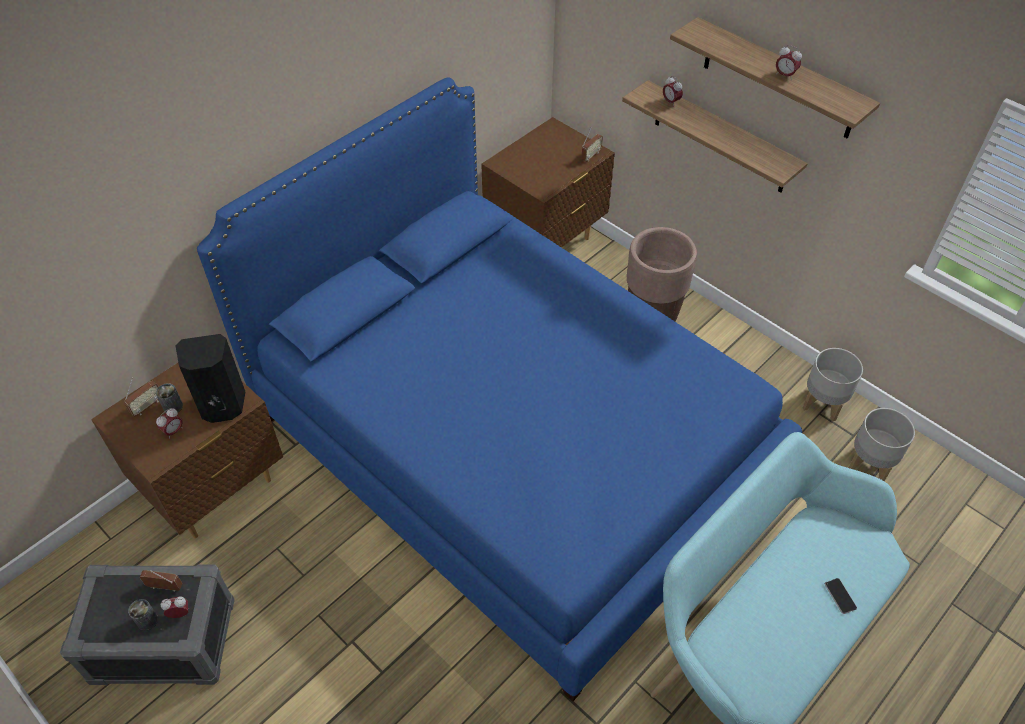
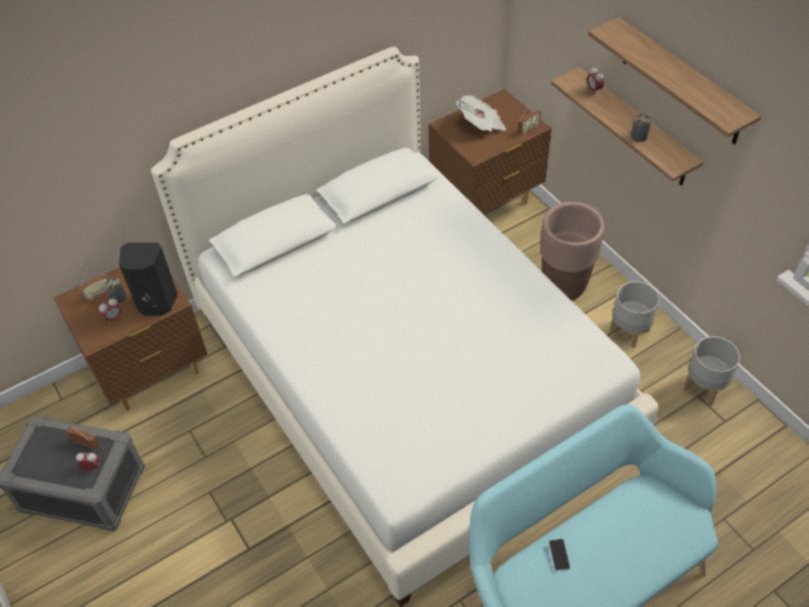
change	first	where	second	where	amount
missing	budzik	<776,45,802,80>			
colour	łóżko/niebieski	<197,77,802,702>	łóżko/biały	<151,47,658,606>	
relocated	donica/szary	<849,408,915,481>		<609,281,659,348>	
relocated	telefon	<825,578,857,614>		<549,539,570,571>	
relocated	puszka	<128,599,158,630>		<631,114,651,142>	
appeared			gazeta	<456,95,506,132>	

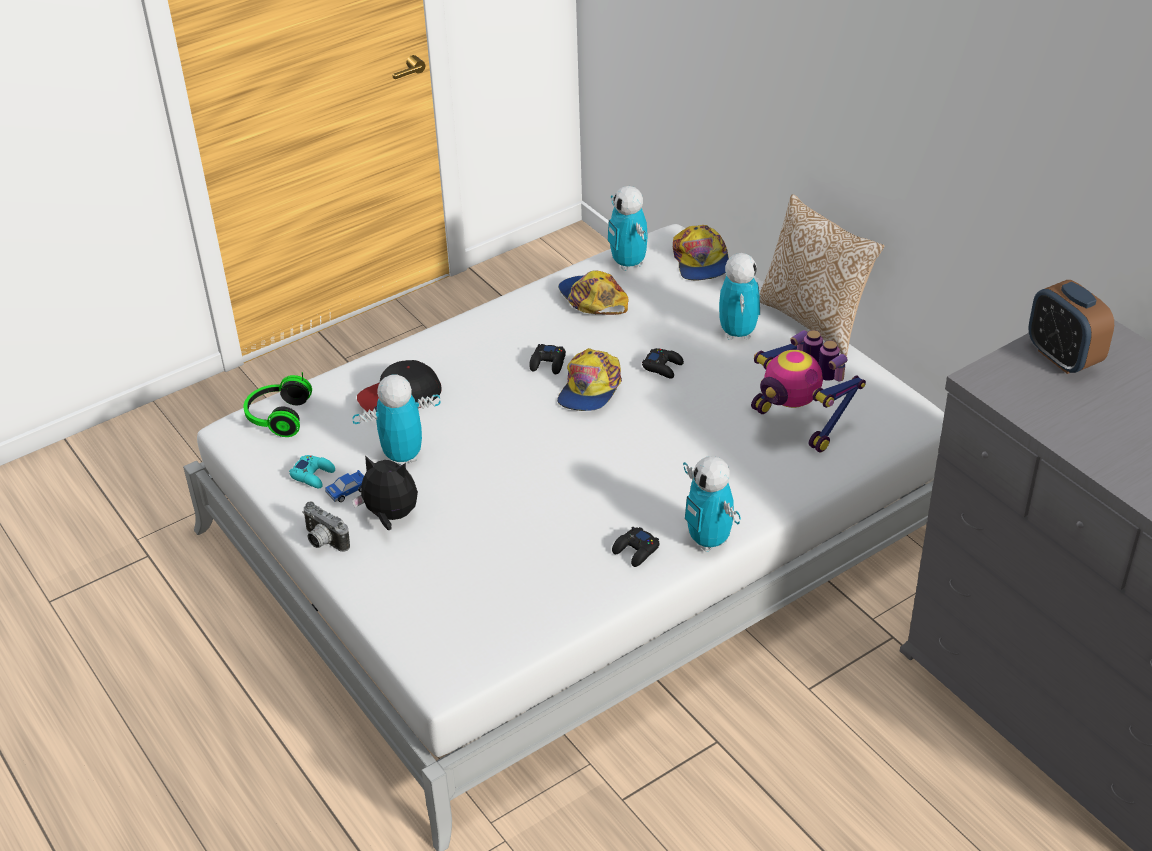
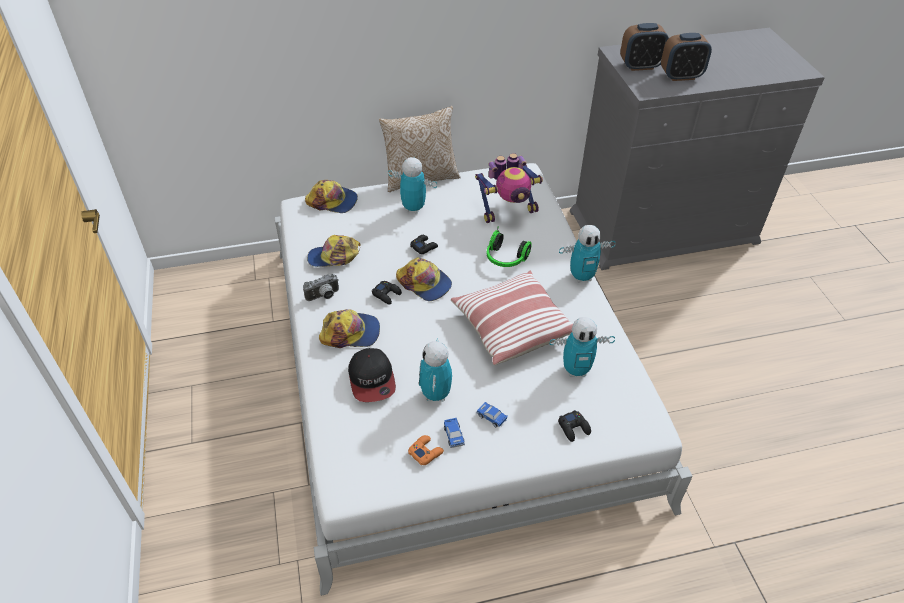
change	first	where	second	where	amount
relocated	robot zabawkowy	<608,186,647,271>		<549,317,615,377>	
relocated	słuchawki	<243,372,312,437>		<487,226,531,267>	
colour	pad do gier/turkusowy	<289,455,335,488>	pad do gier/pomarańczowy	<408,435,444,465>	
exchanged	pluszak	<352,455,418,530>	samochodzik	<477,402,507,428>	
relocated	aparat fotograficzny	<302,501,350,552>		<303,274,339,301>	
relocated	pad do gier/czarny	<612,527,659,567>		<558,410,591,442>	
appeared			budzik	<661,33,712,81>	
appeared			poduszka	<451,271,573,365>	
appeared			czapka z daszkiem	<319,309,380,348>	

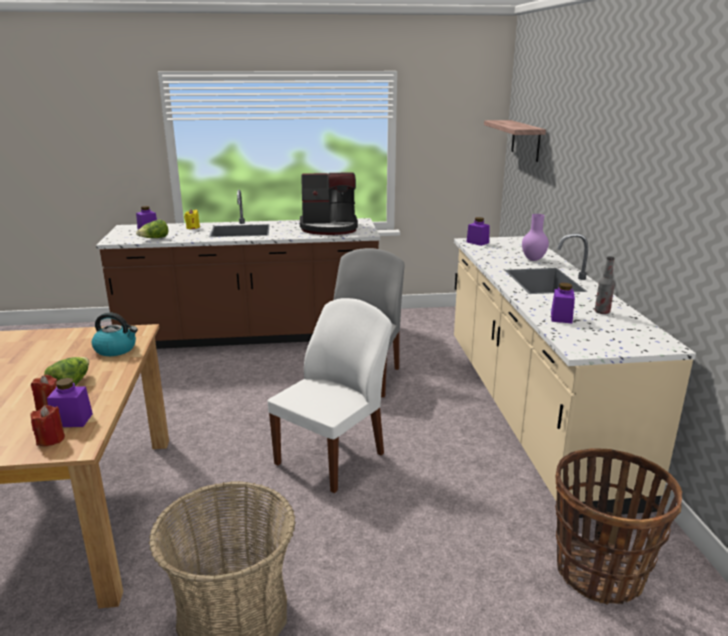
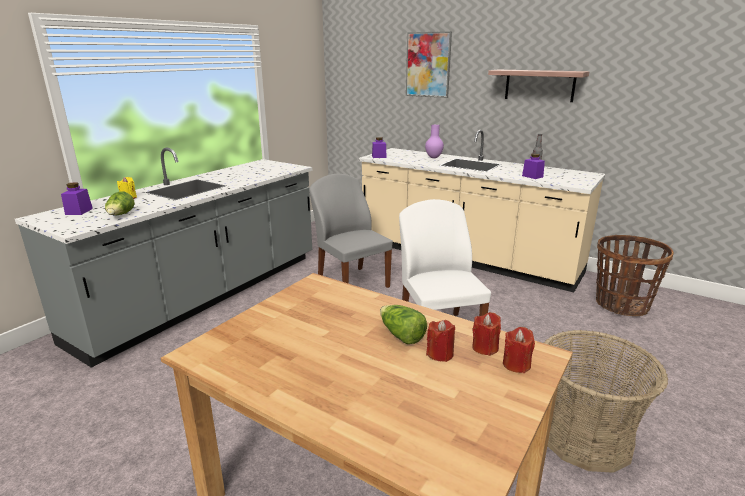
change	first	where	second	where	amount
relocated	półka	<484,120,546,162>		<488,70,589,102>	
missing	ekspres do kawy	<300,172,358,235>			
colour	zabudowa kuchenna/brązowy	<96,190,380,349>	zabudowa kuchenna/szary	<15,148,312,368>	
missing	czajnik	<92,313,138,356>			
exchanged	słoik/fioletowy	<47,378,93,427>	świeca/czerwony	<472,312,501,356>	
appeared			obraz	<406,31,452,98>	

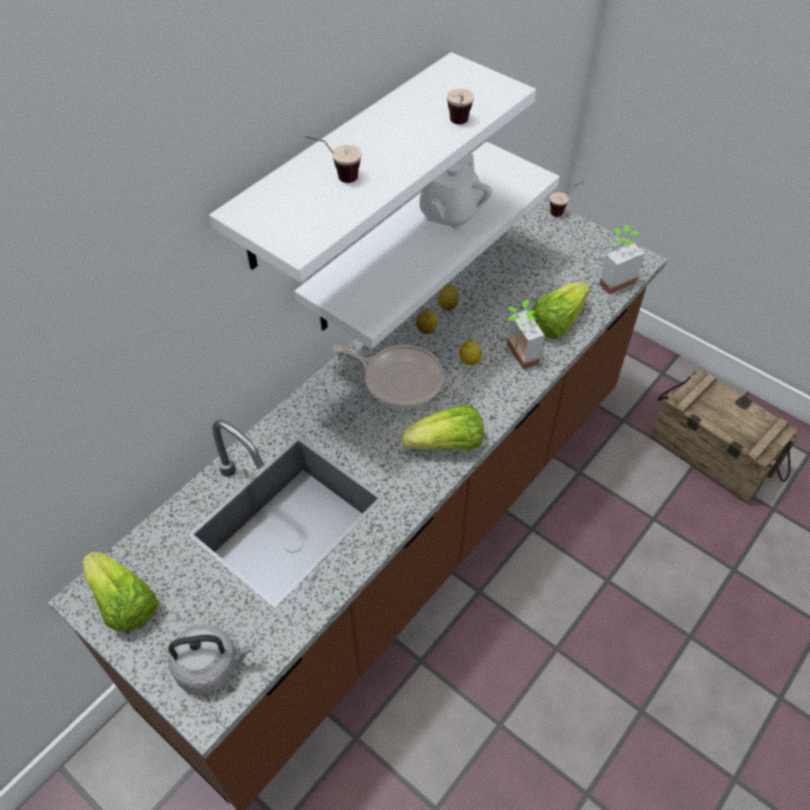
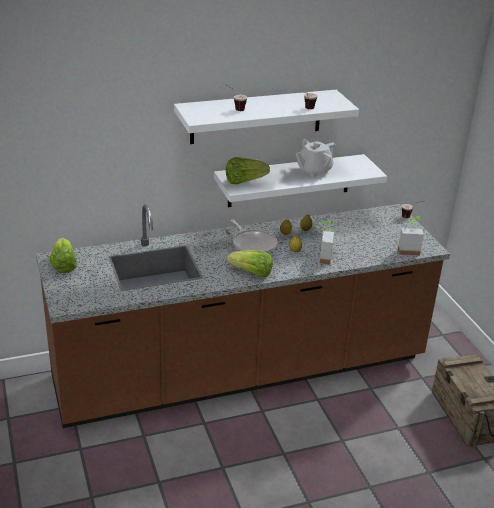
change	first	where	second	where	amount
relocated	sałata	<531,282,590,340>		<226,157,270,184>	
missing	czajnik/szary	<168,624,252,694>			

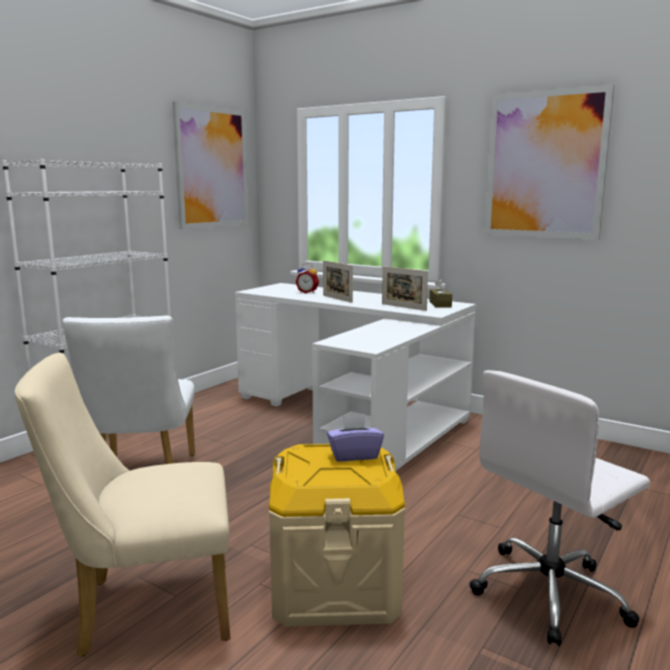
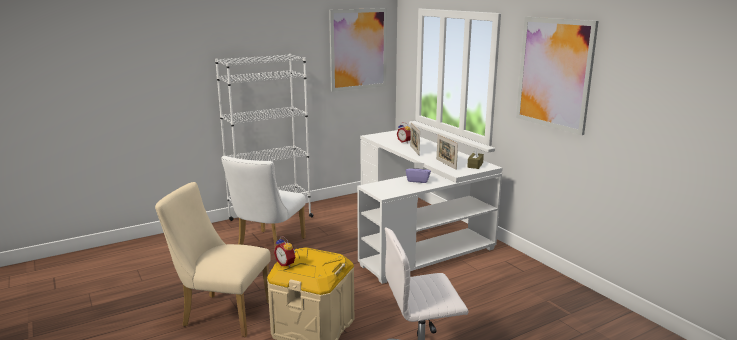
change	first	where	second	where	amount
relocated	pudełko chusteczek/fioletowy	<327,415,384,461>		<406,162,431,183>	
appeared			budzik	<274,236,296,267>	

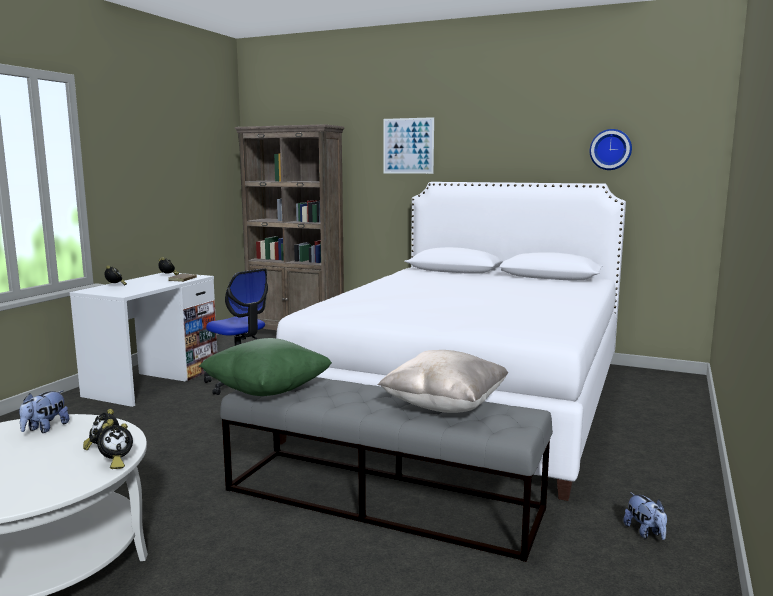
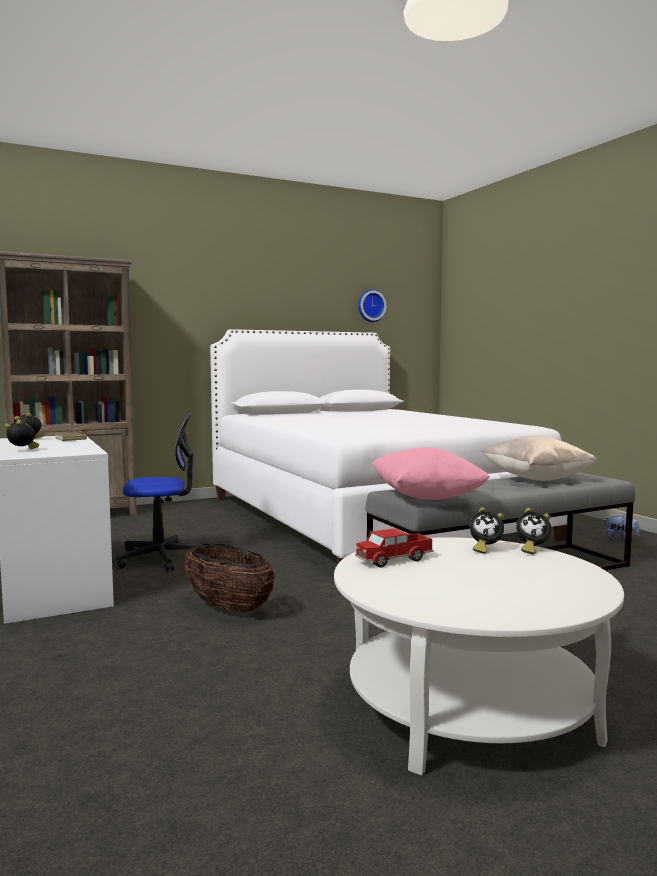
change	first	where	second	where	amount
missing	obraz	<383,117,434,174>			
colour	poduszka/zielony	<199,338,332,396>	poduszka/różowy	<372,447,490,500>	
exchanged	pluszak	<19,390,69,433>	ciężarówka zabawkowa	<355,528,433,568>	
spun	budzik	<98,423,133,469>		<516,508,551,555>	105 degrees clockwise
appeared			koszyk	<184,544,275,613>	

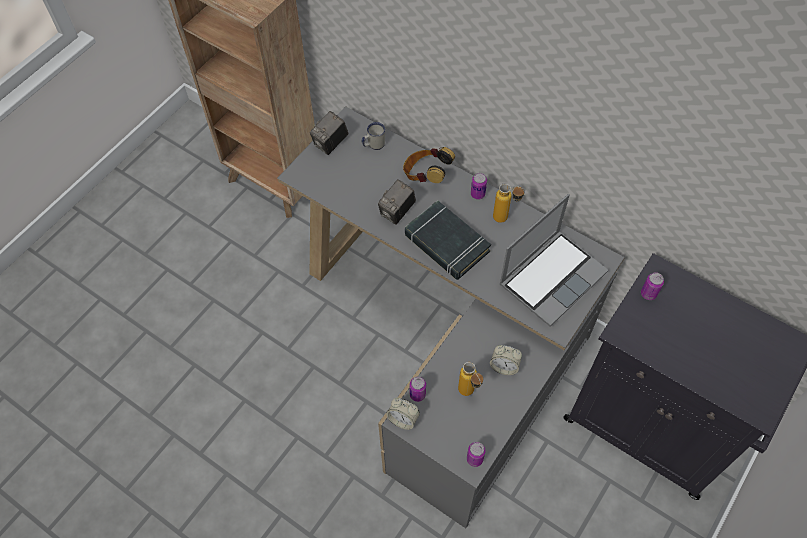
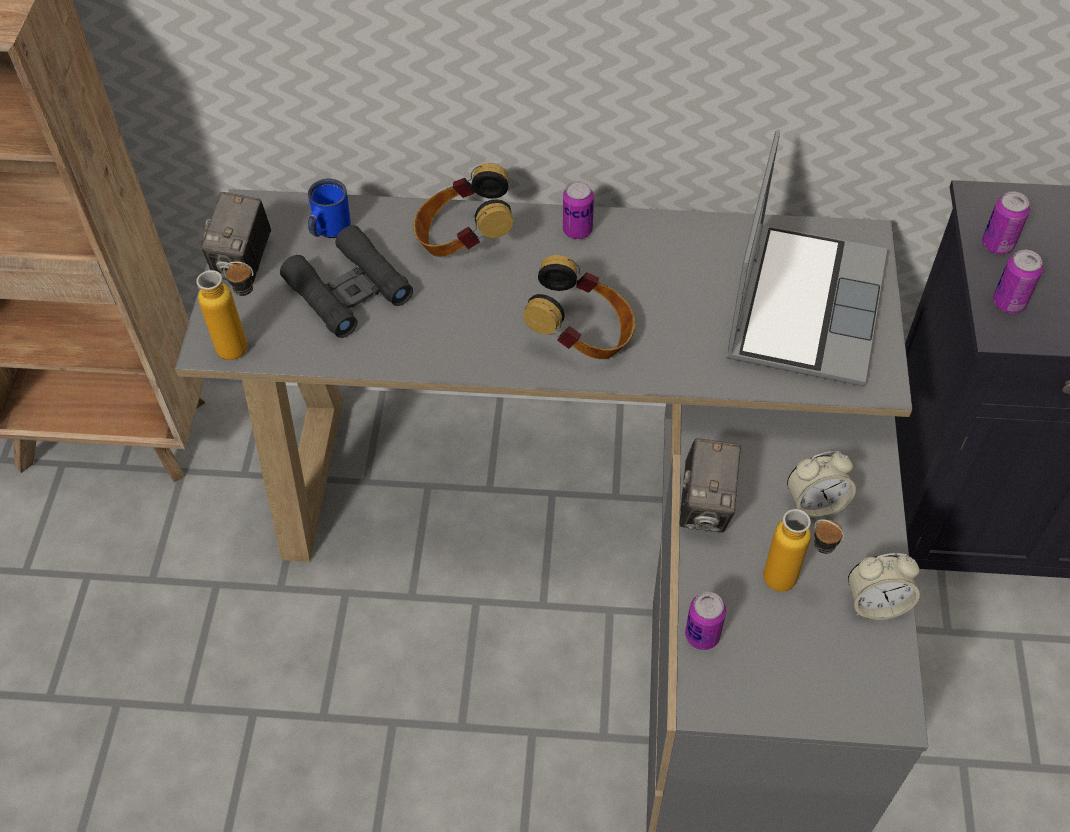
change	first	where	second	where	amount
colour	kubek/biały	<362,122,385,150>	kubek/niebieski	<308,179,351,238>	
relocated	aparat fotograficzny	<378,179,416,225>		<679,438,741,532>	
relocated	butelka	<493,184,525,223>		<196,261,254,360>	
exchanged	książka/czarny	<405,200,491,280>	słuchawki	<523,255,635,359>	
relocated	budzik	<386,398,420,430>		<848,553,920,620>	
relocated	puszka	<467,442,486,467>		<993,250,1043,313>	
appeared			lornetka/czarny	<280,225,413,338>	

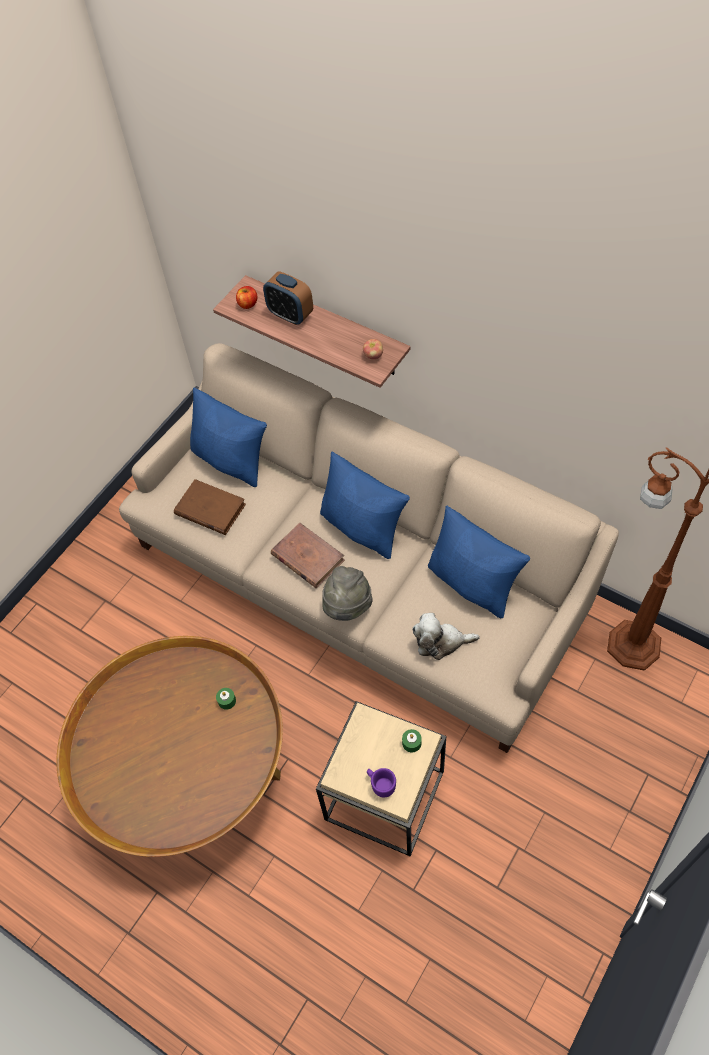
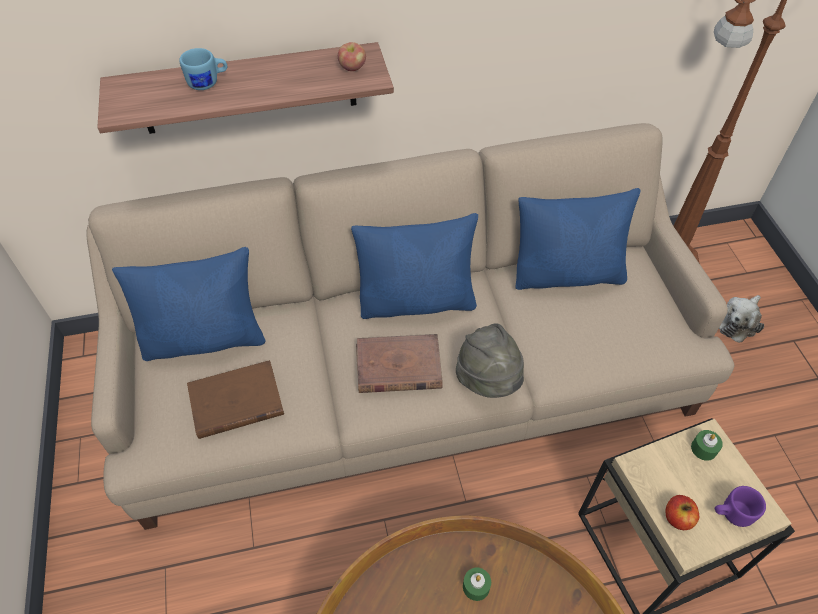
change	first	where	second	where	amount
exchanged	budzik	<263,271,313,325>	kubek/niebieski	<179,48,227,90>	
relocated	jabłko	<236,286,257,309>		<665,495,699,530>	
relocated	pluszak	<412,613,480,660>		<719,295,764,343>	

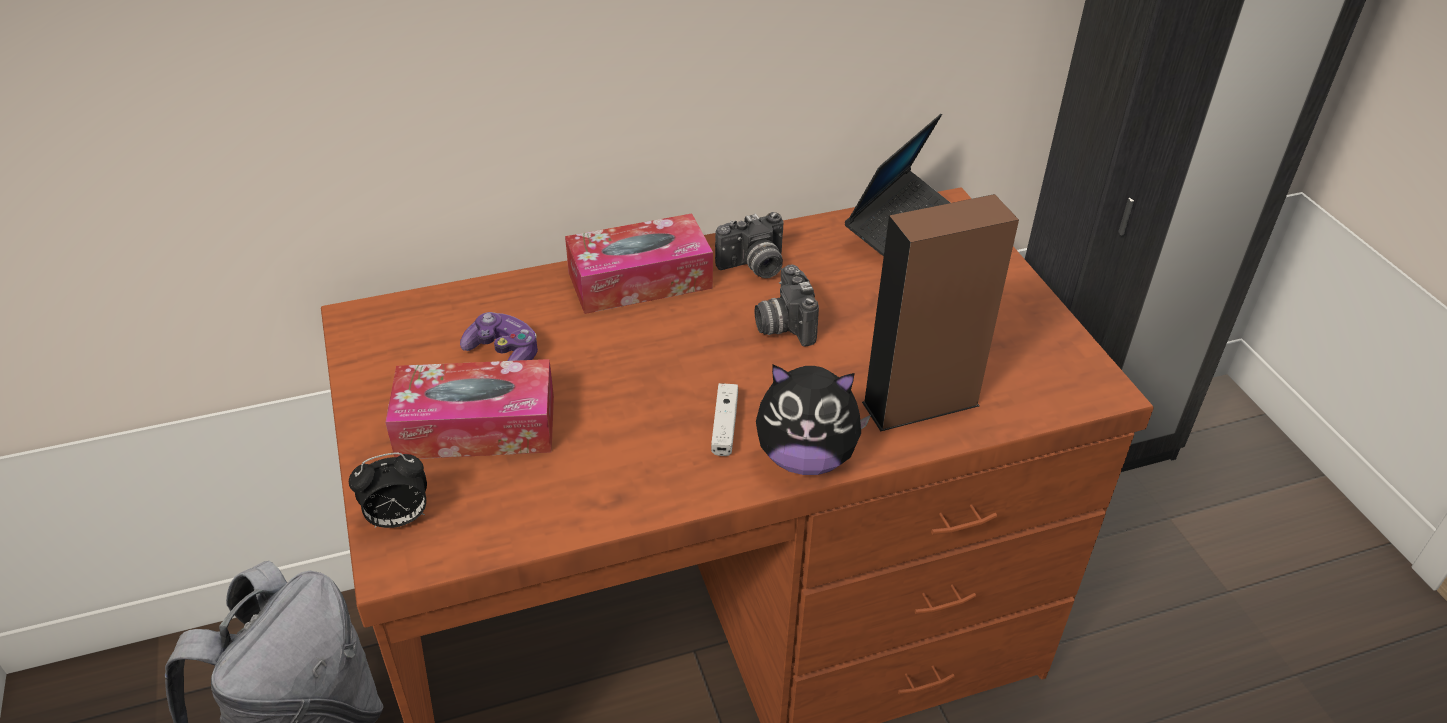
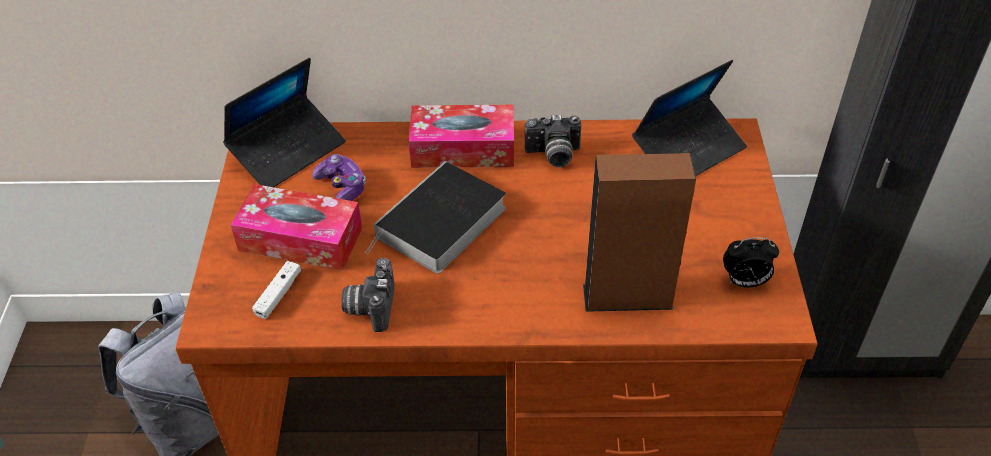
change	first	where	second	where	amount
relocated	aparat fotograficzny	<755,265,819,346>		<341,258,395,332>	
missing	pluszak	<756,364,871,475>			
relocated	pad do gier/biały	<711,383,738,456>		<252,261,301,319>	
relocated	budzik	<349,452,427,528>		<723,238,779,288>	
appeared			laptop	<223,58,346,187>	
appeared			książka	<365,161,506,274>	

